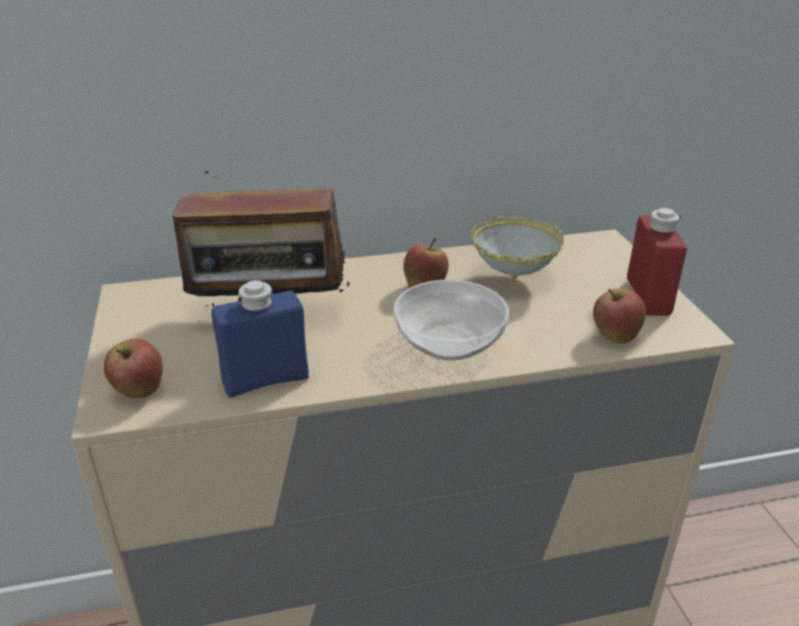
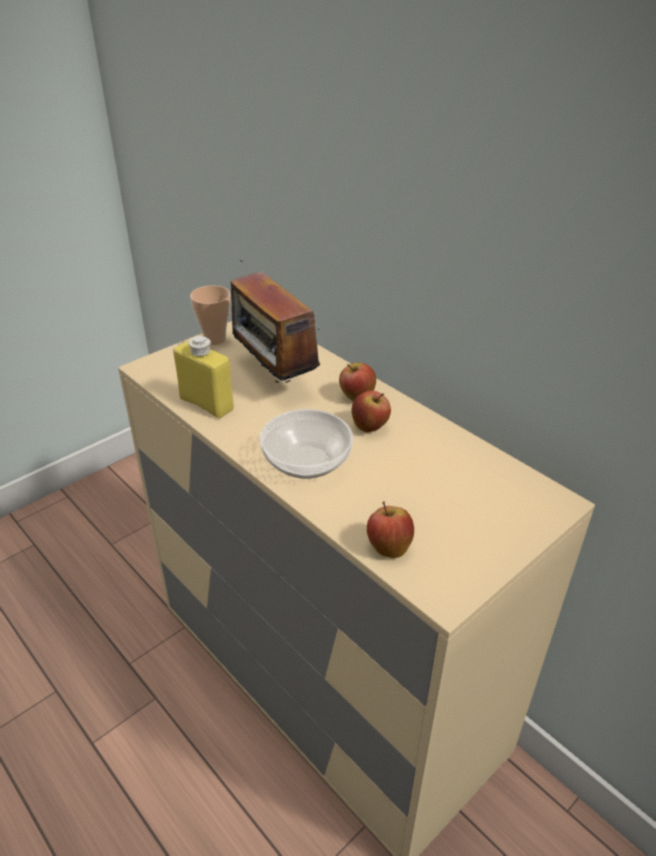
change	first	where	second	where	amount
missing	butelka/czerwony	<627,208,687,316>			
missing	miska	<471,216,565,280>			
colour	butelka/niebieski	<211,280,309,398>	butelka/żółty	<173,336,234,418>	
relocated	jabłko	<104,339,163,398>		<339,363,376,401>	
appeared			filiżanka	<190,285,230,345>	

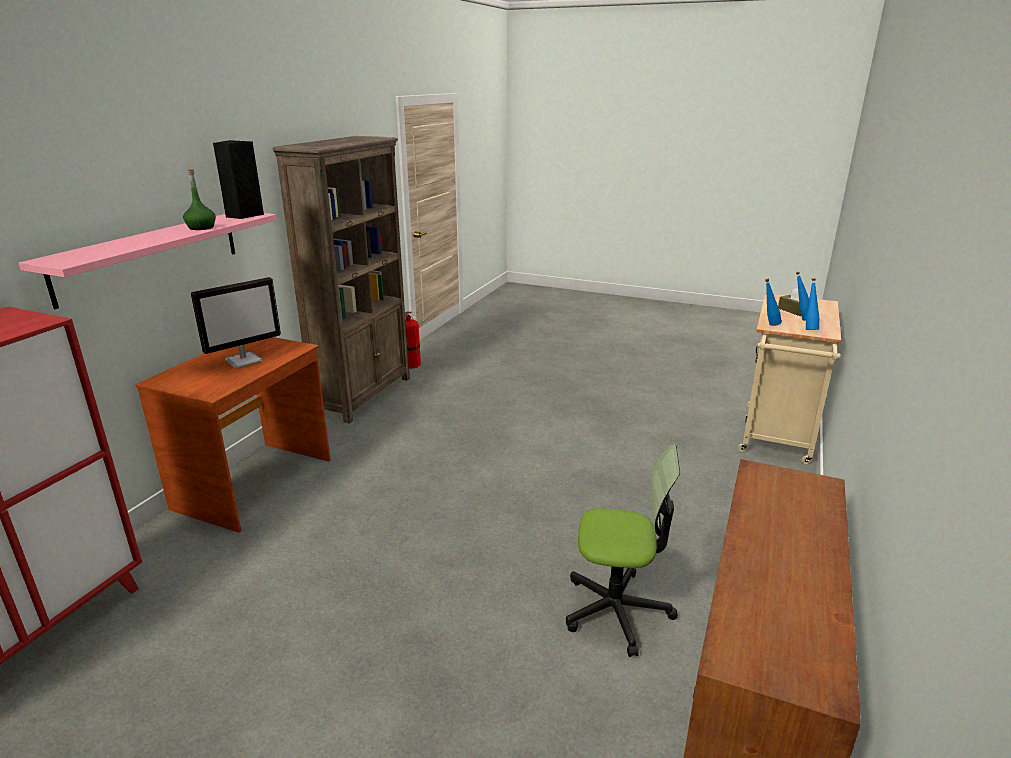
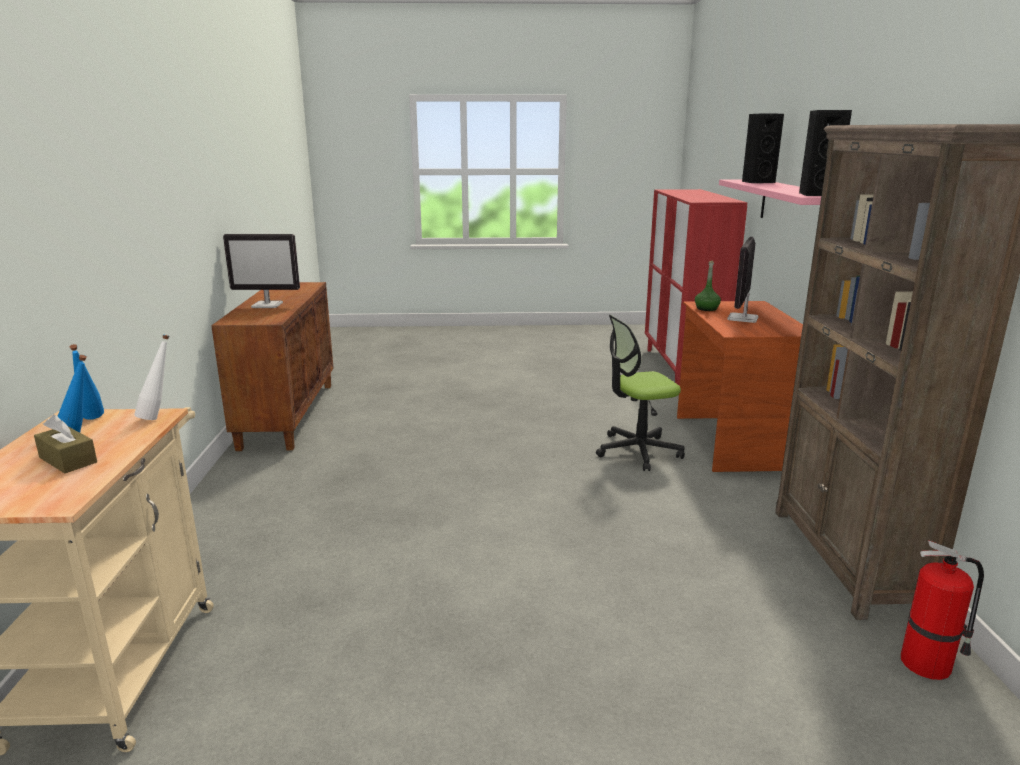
change	first	where	second	where	amount
relocated	butelka/zielony	<183,169,216,230>		<695,261,721,311>	
colour	butelka/niebieski	<765,279,782,326>	butelka/biały	<134,335,169,420>	
relocated	krzesło biurowe	<566,445,680,657>		<596,315,685,471>	
appeared			głośnik/czarny	<742,114,784,183>	
appeared			monitor	<223,234,300,308>	

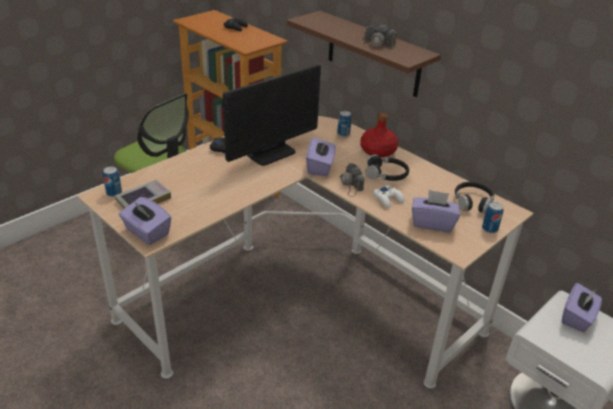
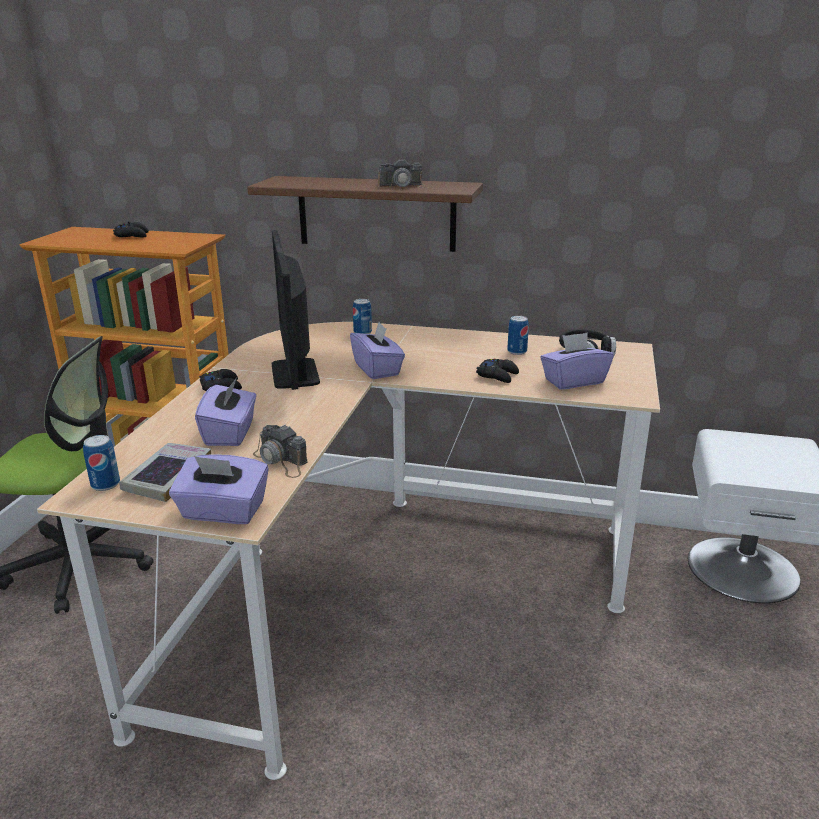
change	first	where	second	where	amount
spun	monitor	<223,64,321,166>		<272,230,320,390>	150 degrees clockwise
missing	butelka/czerwony	<360,113,398,157>			
missing	słuchawki/czarny	<365,154,409,181>			
relocated	aparat fotograficzny	<340,163,364,197>		<253,424,308,478>	
colour	pad do gier/biały	<373,185,404,208>	pad do gier/czarny	<476,358,519,383>	
relocated	puszka	<482,202,504,233>		<507,316,529,355>	
relocated	pudełko chusteczek/fioletowy	<562,283,602,332>		<195,377,256,446>	

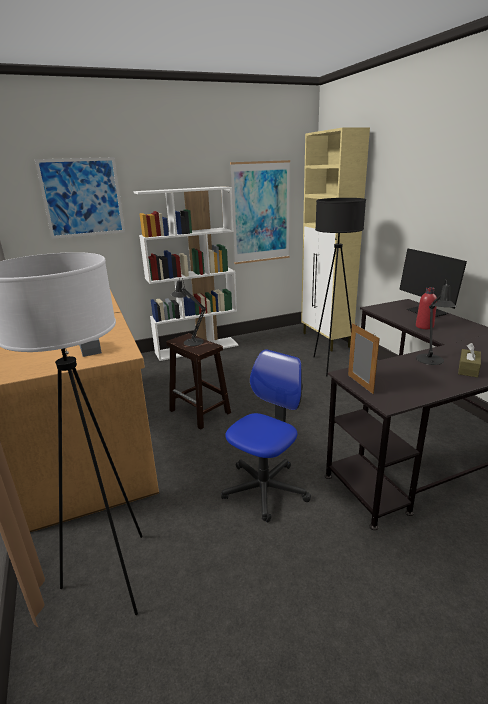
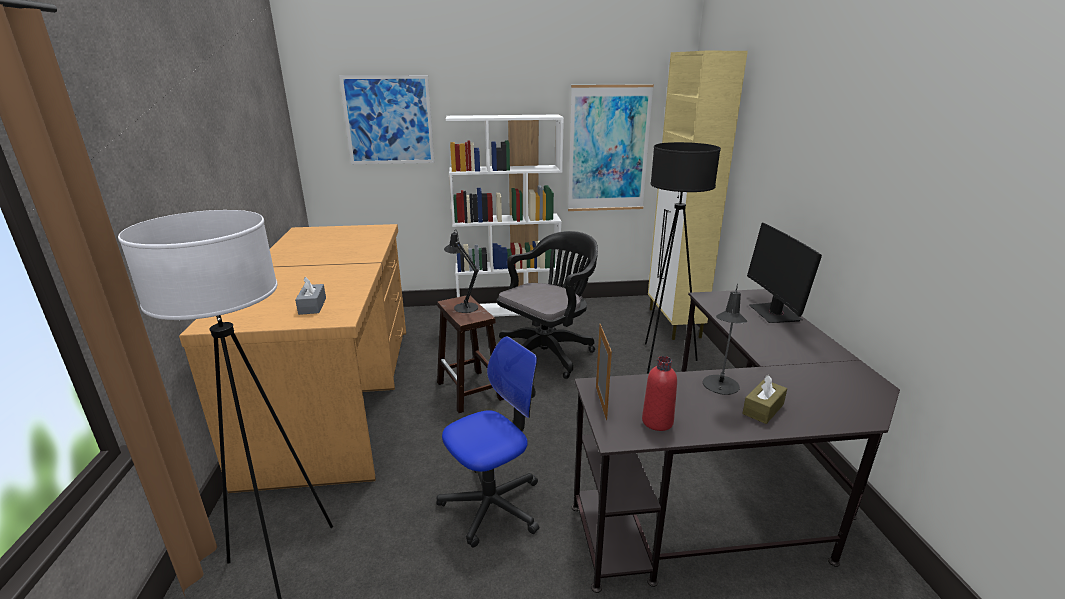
change	first	where	second	where	amount
relocated	butelka/czerwony	<416,287,437,329>		<642,356,677,431>	
appeared			krzesło biurowe/czarny	<497,231,598,379>	

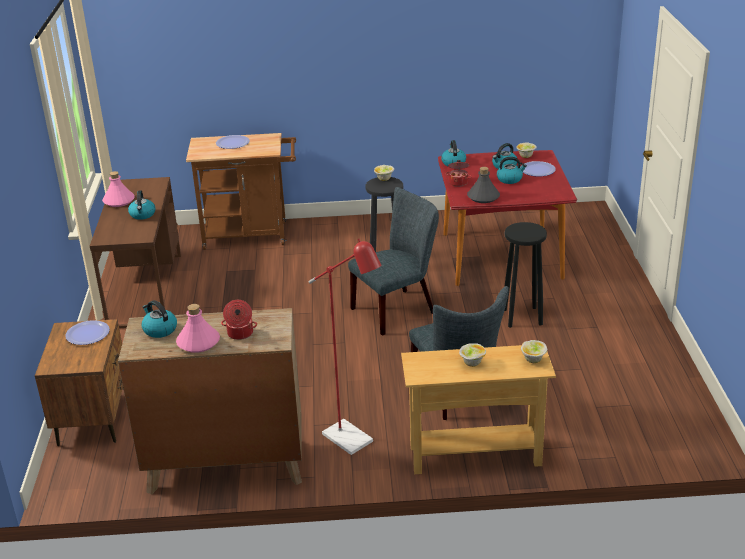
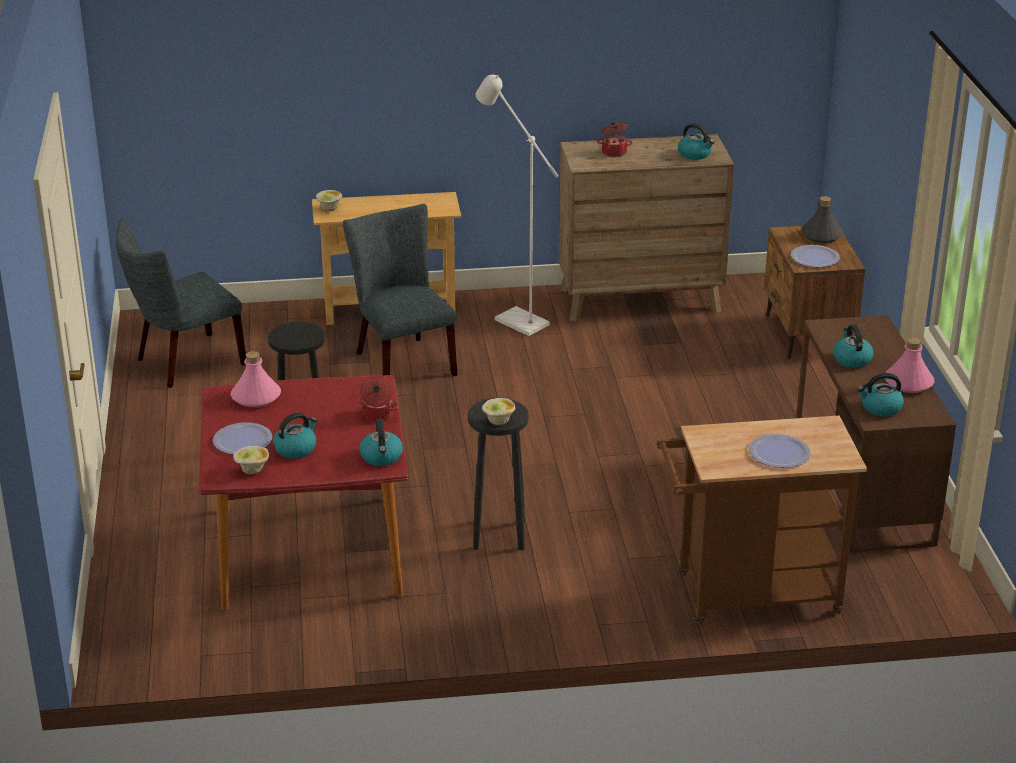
change	first	where	second	where	amount
relocated	czajnik	<497,157,527,184>		<857,373,904,417>	
relocated	butelka/szary	<467,167,500,203>		<801,196,843,243>	
relocated	krzesło/szary	<348,187,439,336>		<116,219,246,388>	
colour	lampa stojąca/czerwony	<309,239,382,455>	lampa stojąca/biały	<476,75,559,336>	
relocated	butelka/różowy	<176,304,220,353>		<231,351,281,407>	
missing	miska	<459,343,486,367>			

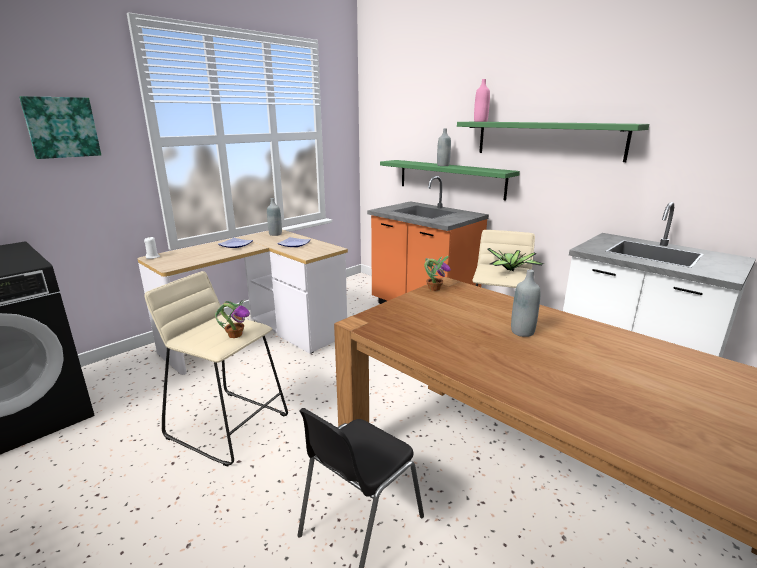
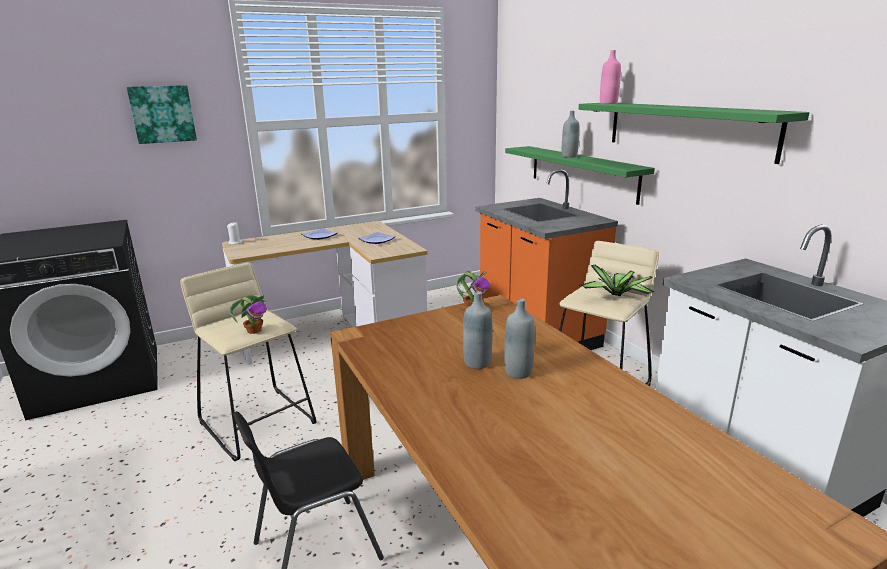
change	first	where	second	where	amount
relocated	butelka/szary	<267,198,282,236>		<463,291,492,369>	

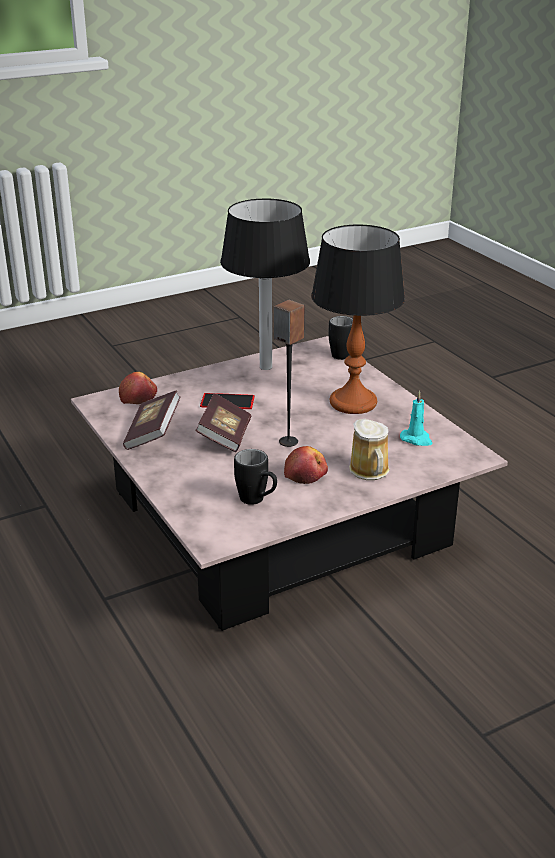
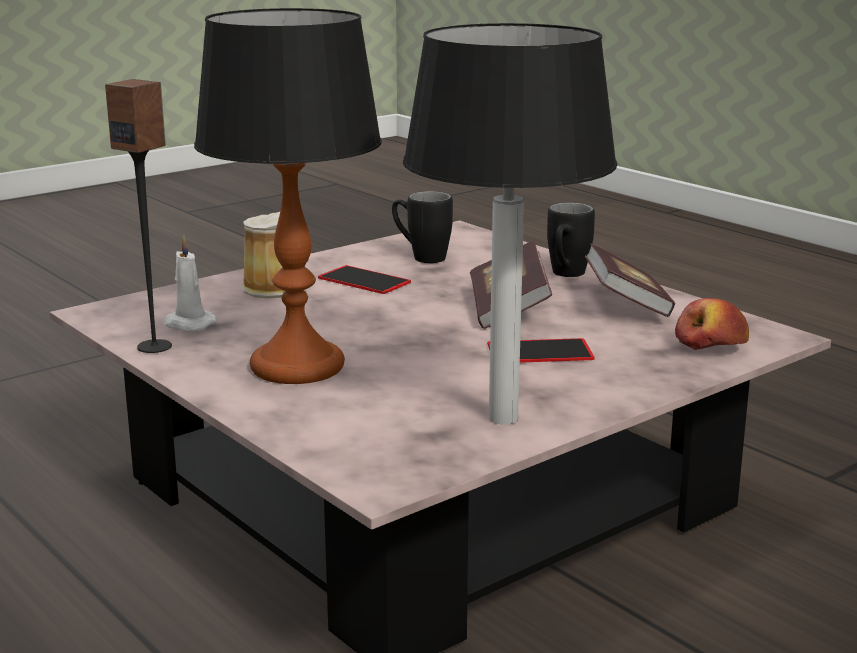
change	first	where	second	where	amount
relocated	głośnik	<274,300,304,447>		<105,79,172,353>	
relocated	kubek/czarny	<328,316,353,360>		<547,203,595,277>	
colour	świeca/turkusowy	<400,391,432,446>	świeca/biały	<163,235,217,331>	
exchanged	jabłko	<284,446,328,484>	telefon	<318,265,411,294>	

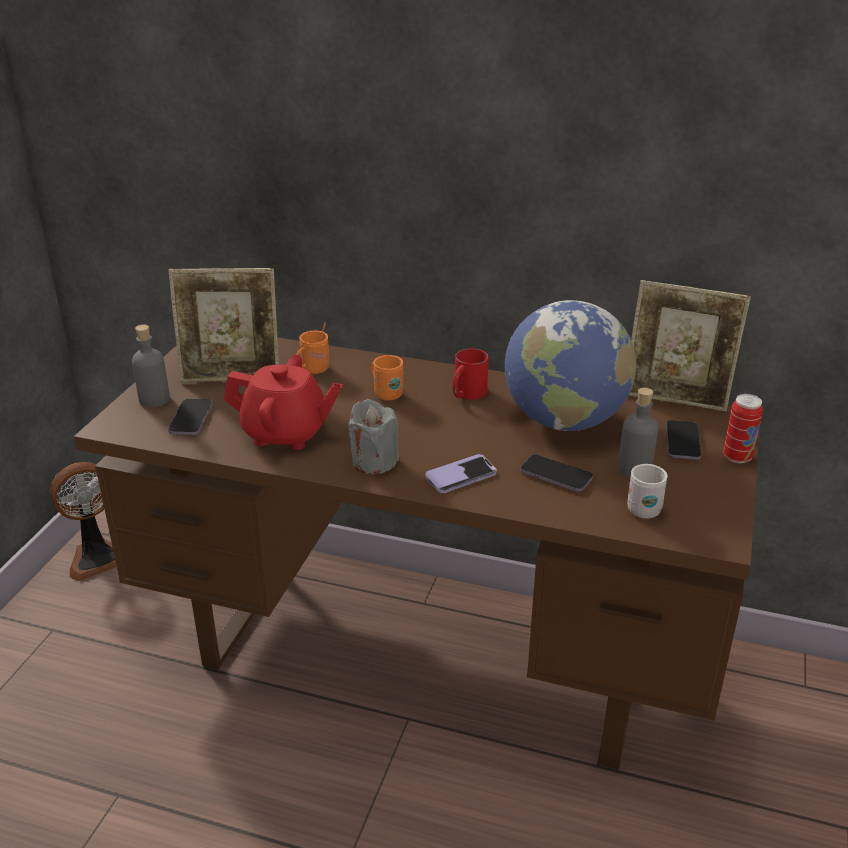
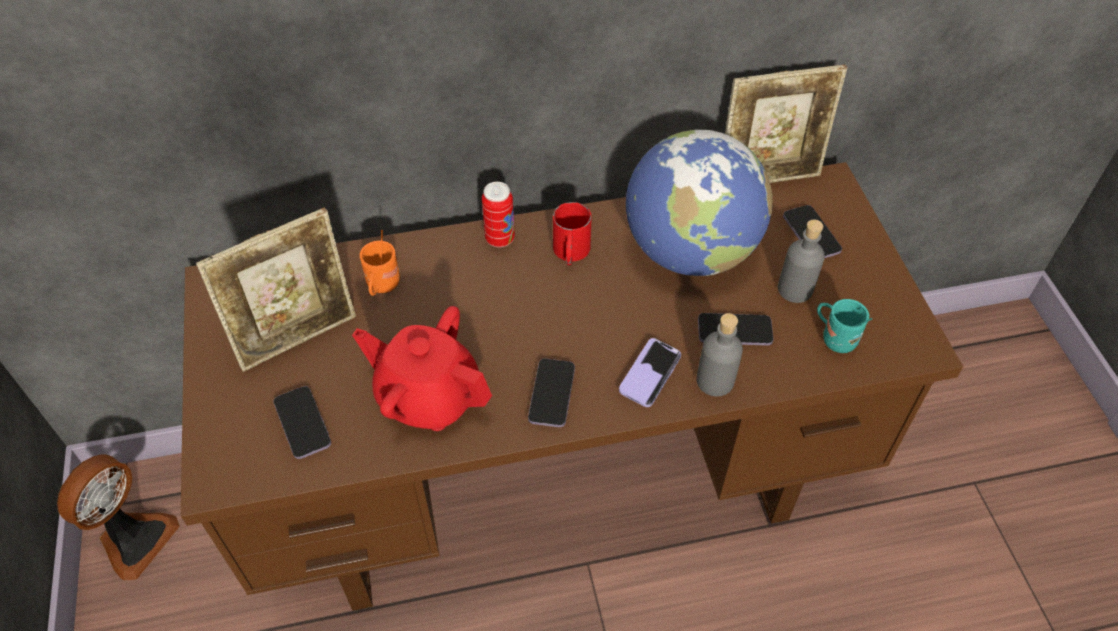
change	first	where	second	where	amount
relocated	butelka/szary	<132,325,170,408>		<696,313,743,397>	
spun	imbryk/czerwony	<224,355,343,450>		<352,306,492,431>	135 degrees counterclockwise
missing	kubek/pomarańczowy	<371,355,404,400>			
relocated	puszka	<723,394,763,463>		<482,182,515,247>	
exchanged	świeca/szary	<348,399,399,474>	telefon	<528,359,575,427>	
colour	kubek/biały	<627,464,668,519>	kubek/turkusowy	<817,299,872,353>	

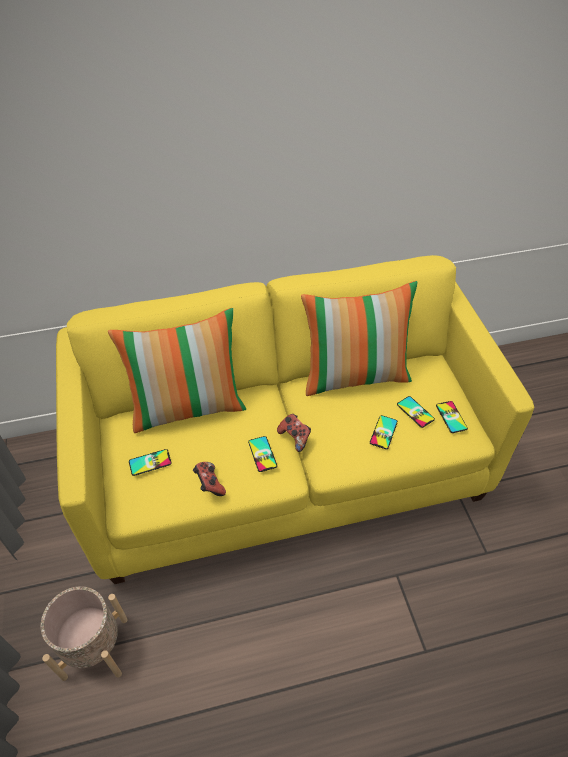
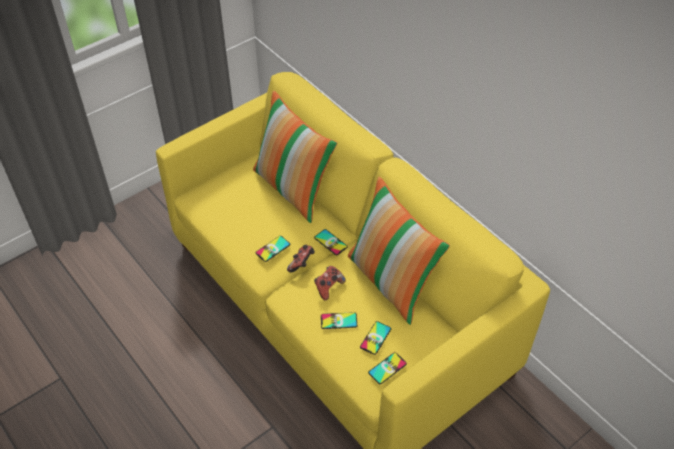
change	first	where	second	where	amount
relocated	telefon	<129,449,172,476>		<314,229,348,255>	
relocated	pad do gier	<193,462,226,496>		<314,266,346,300>	
missing	donica/beżowy	<41,586,128,681>			

